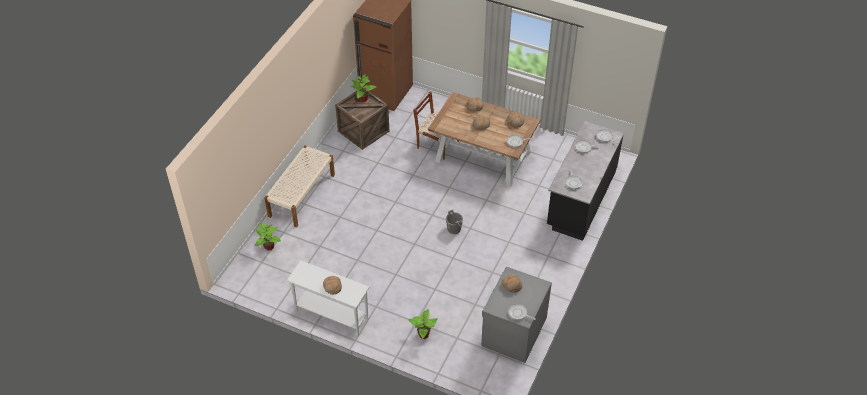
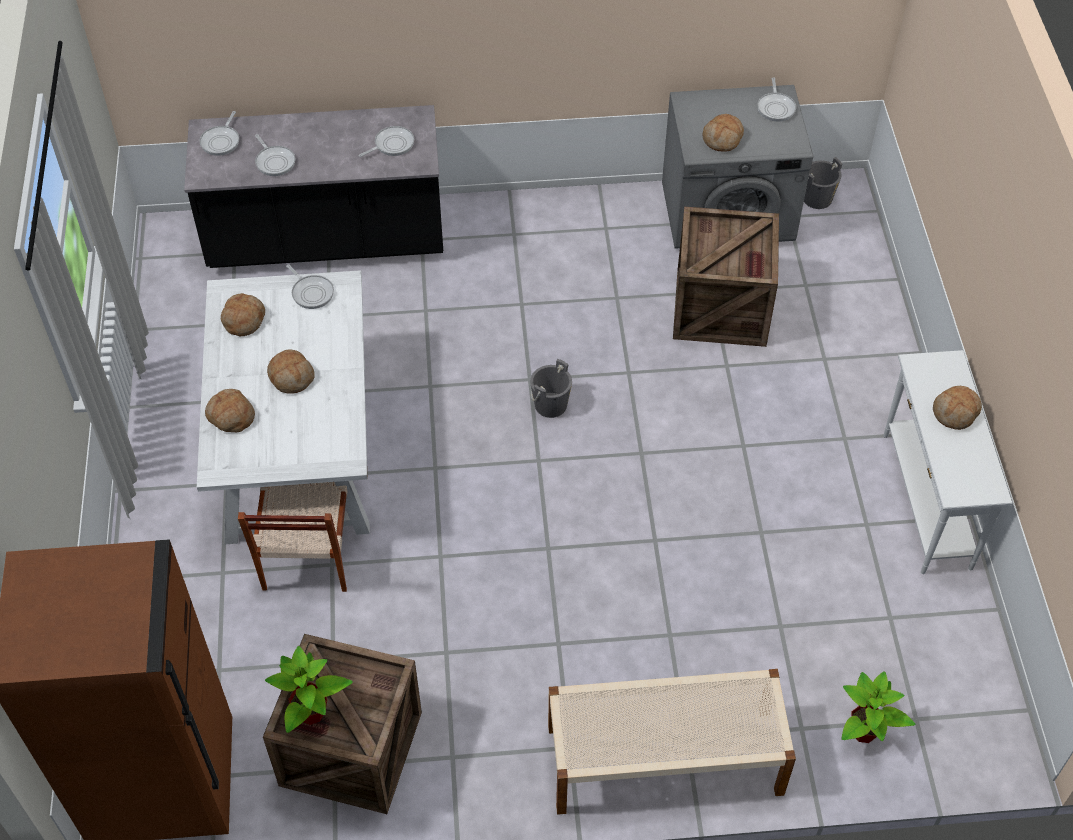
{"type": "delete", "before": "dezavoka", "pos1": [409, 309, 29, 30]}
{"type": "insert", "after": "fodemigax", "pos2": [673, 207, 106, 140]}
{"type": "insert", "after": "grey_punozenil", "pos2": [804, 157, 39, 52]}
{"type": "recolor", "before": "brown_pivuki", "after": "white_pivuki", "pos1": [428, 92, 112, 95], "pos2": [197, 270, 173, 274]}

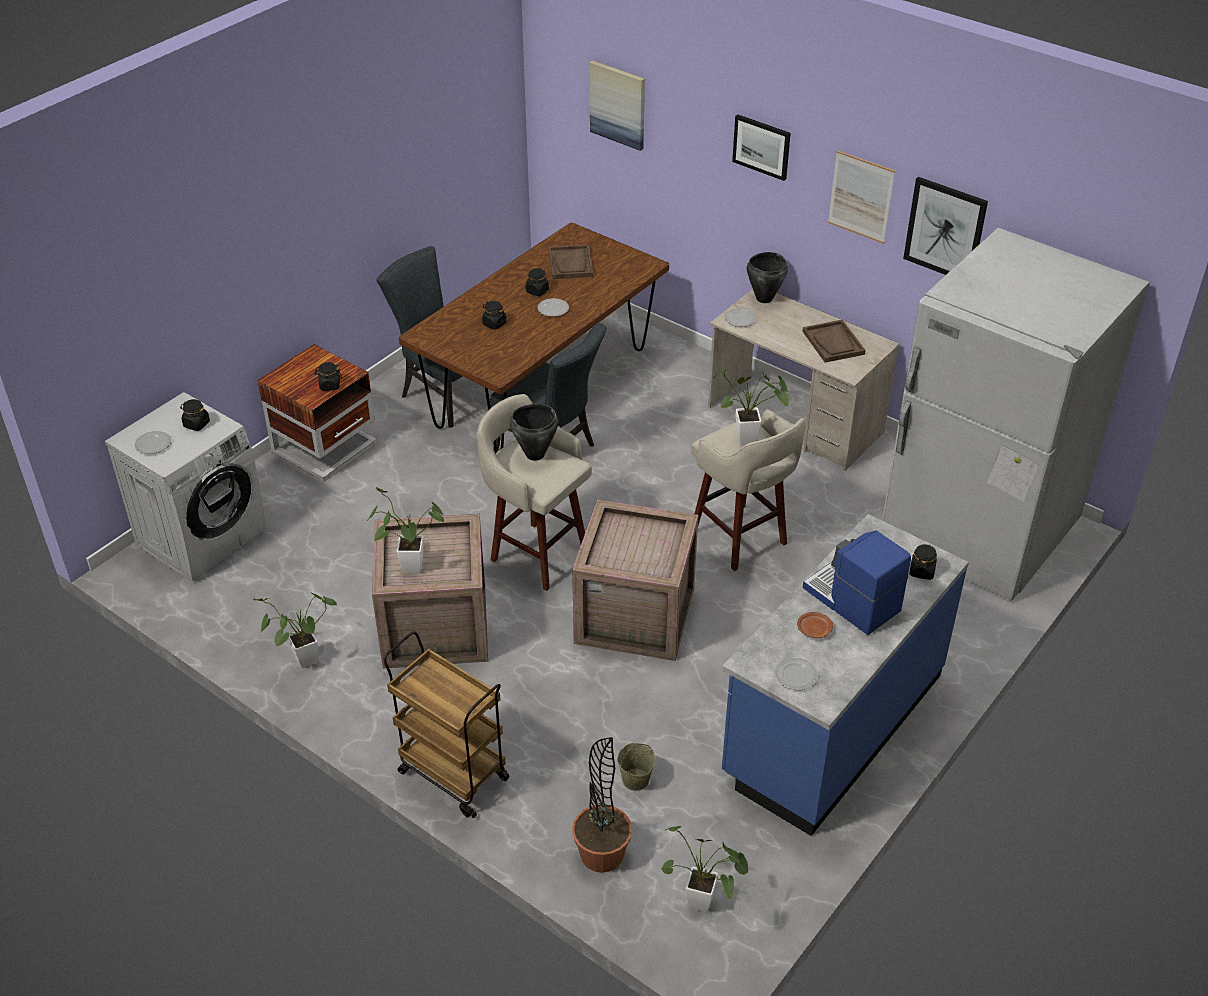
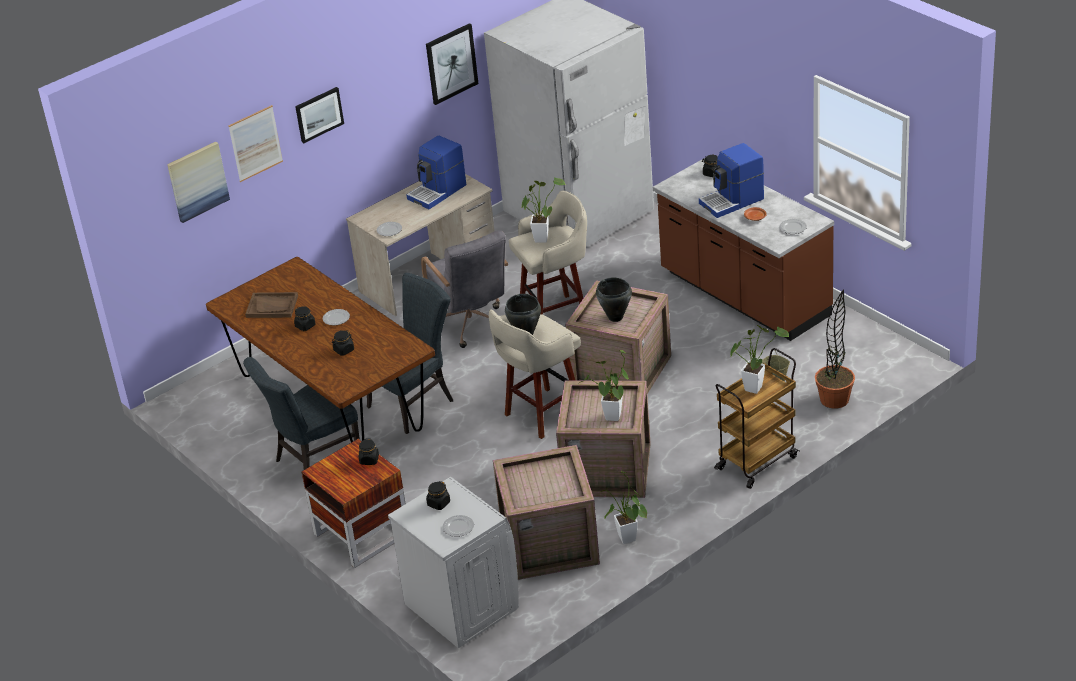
{"type": "insert", "after": "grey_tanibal", "pos2": [421, 230, 87, 118]}
{"type": "insert", "after": "fodemigax", "pos2": [493, 445, 107, 135]}
{"type": "move", "before": "dezavoka", "pos1": [661, 826, 88, 86], "pos2": [730, 325, 59, 69]}
{"type": "move", "before": "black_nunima", "pos1": [747, 252, 41, 51], "pos2": [596, 277, 36, 45]}
{"type": "move", "before": "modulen", "pos1": [828, 150, 67, 94], "pos2": [228, 105, 55, 77]}
{"type": "replace", "before": "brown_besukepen", "after": "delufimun", "pos1": [802, 320, 64, 43], "pos2": [406, 136, 60, 73]}
{"type": "recolor", "before": "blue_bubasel", "after": "brown_bubasel", "pos1": [722, 514, 247, 322], "pos2": [653, 157, 181, 184]}

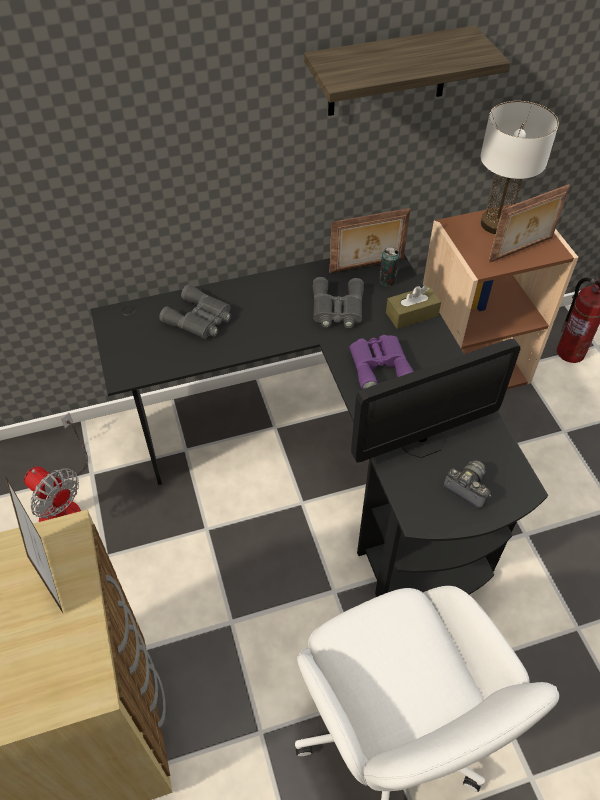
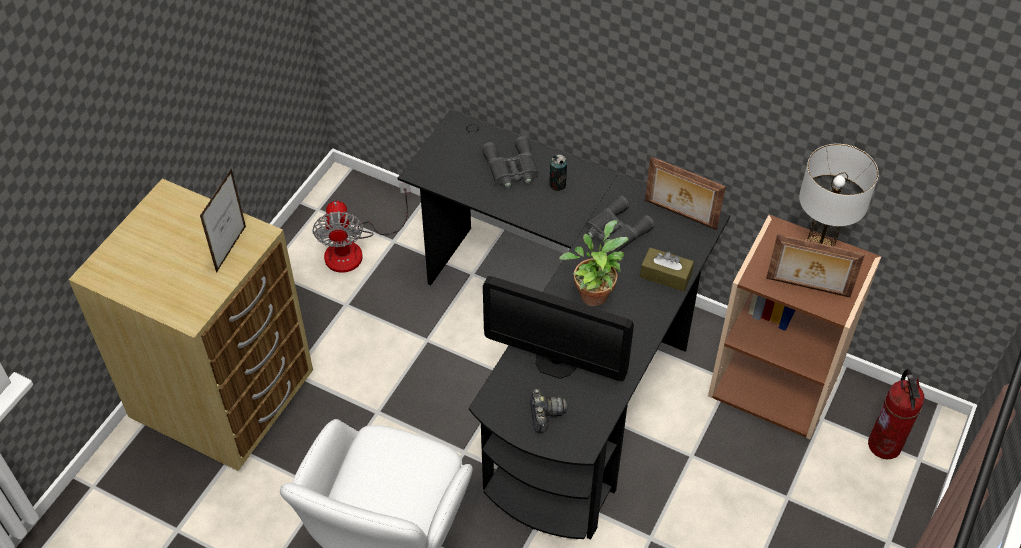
{"type": "delete", "before": "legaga", "pos1": [304, 26, 206, 90]}
{"type": "move", "before": "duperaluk", "pos1": [379, 247, 21, 40], "pos2": [549, 154, 18, 37]}
{"type": "replace", "before": "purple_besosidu", "after": "dezavoka", "pos1": [349, 335, 65, 54], "pos2": [559, 220, 70, 86]}

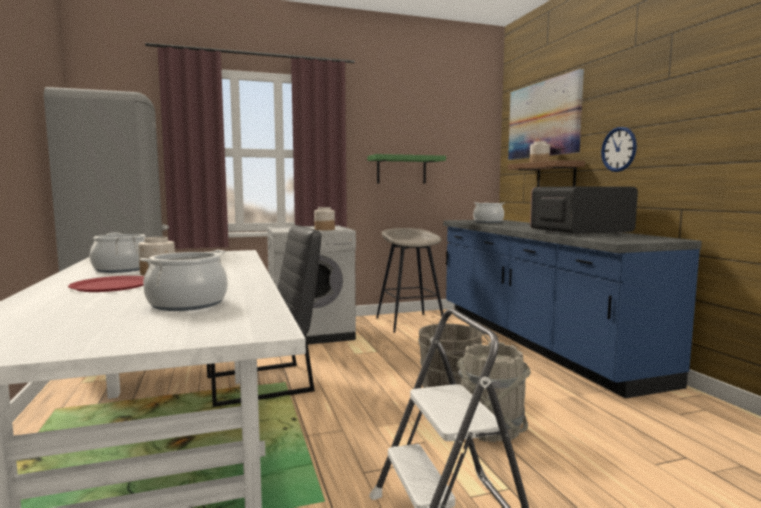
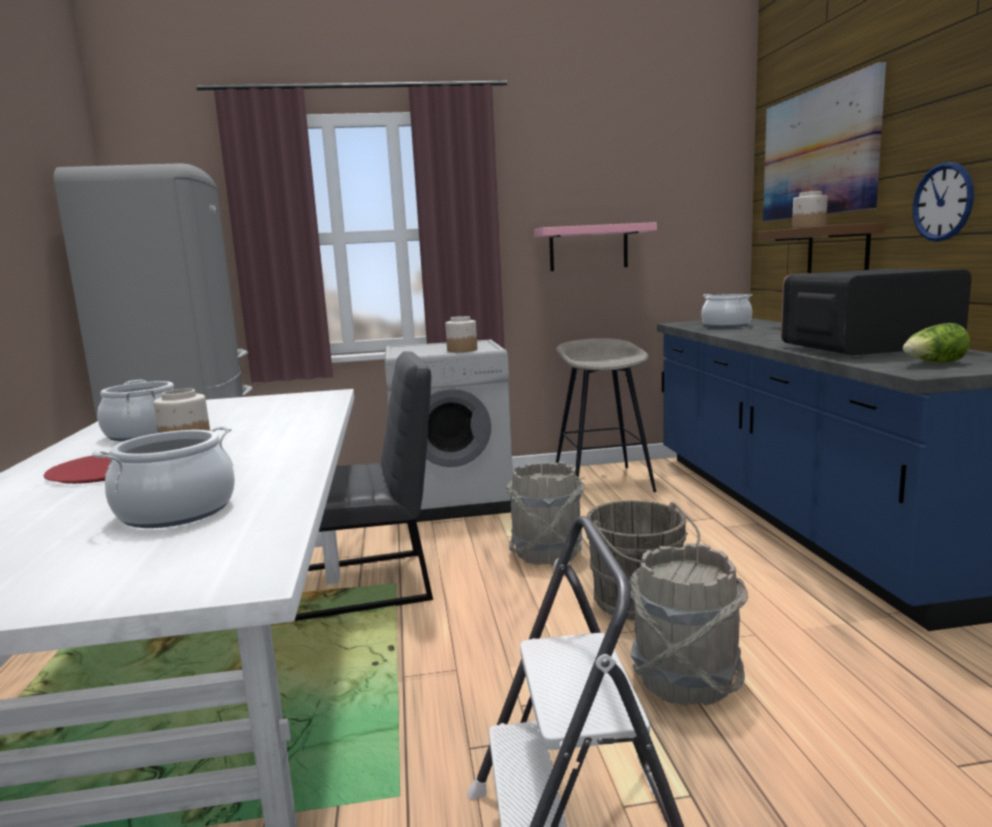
{"type": "insert", "after": "grey_punozenil", "pos2": [505, 462, 79, 103]}
{"type": "insert", "after": "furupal", "pos2": [903, 323, 67, 40]}
{"type": "recolor", "before": "green_legaga", "after": "pink_legaga", "pos1": [367, 154, 79, 30], "pos2": [534, 222, 123, 49]}

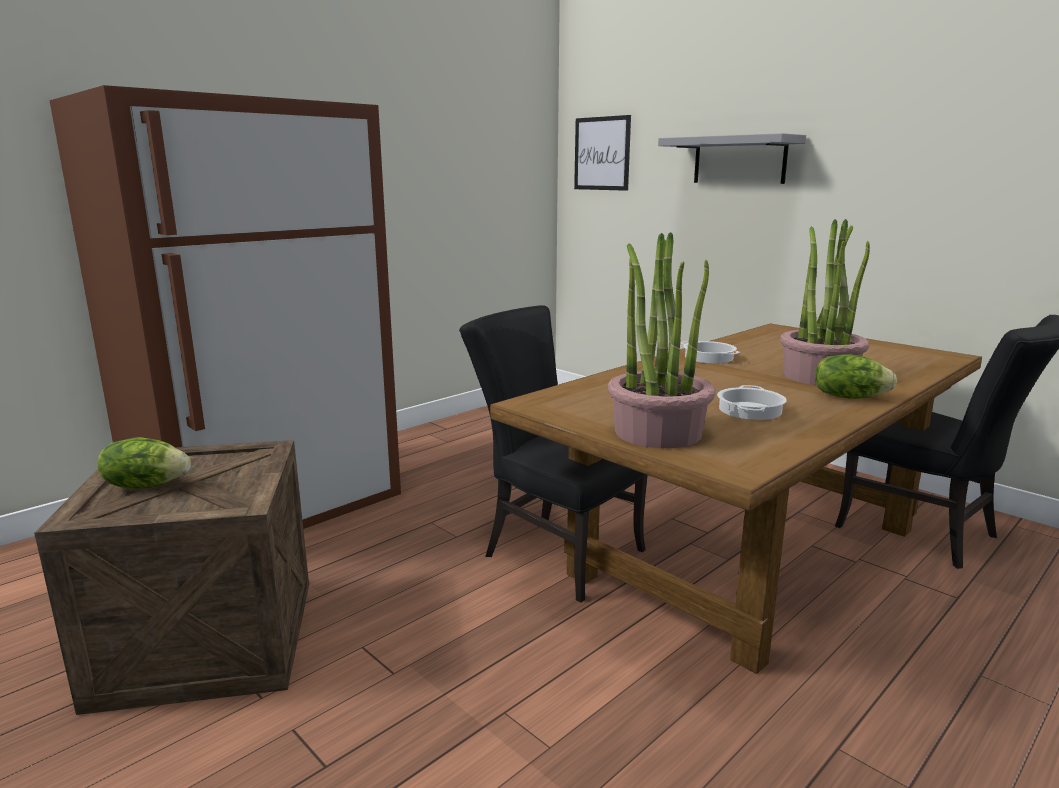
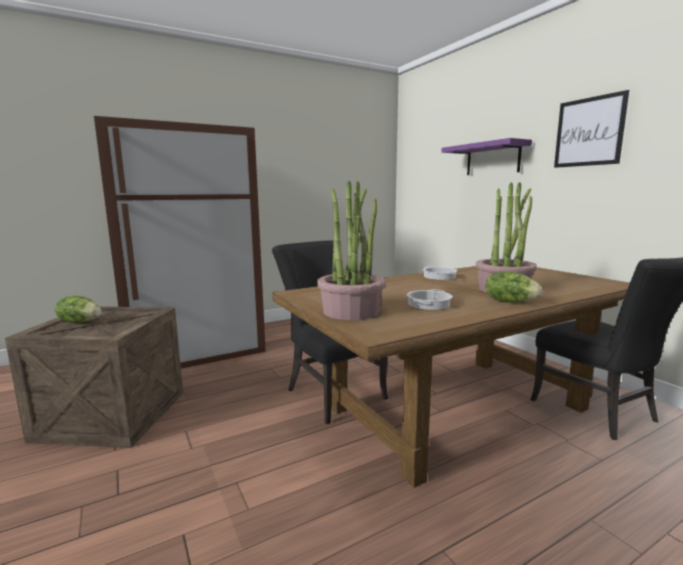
{"type": "move", "before": "modulen", "pos1": [574, 115, 57, 76], "pos2": [554, 90, 75, 78]}
{"type": "recolor", "before": "grey_legaga", "after": "purple_legaga", "pos1": [658, 133, 148, 51], "pos2": [441, 138, 91, 37]}

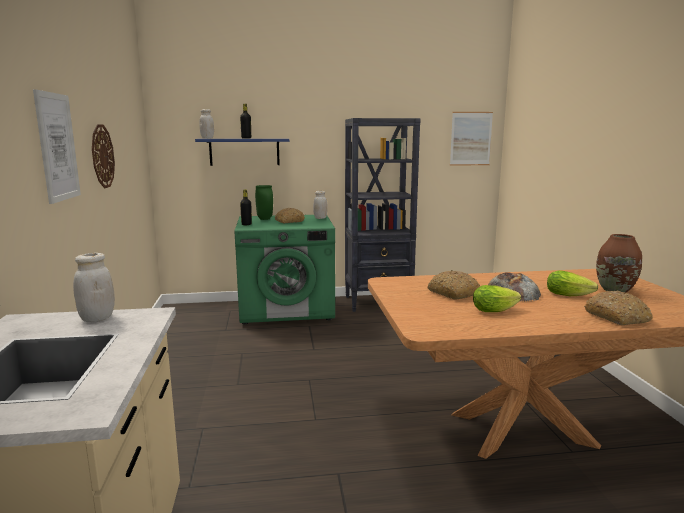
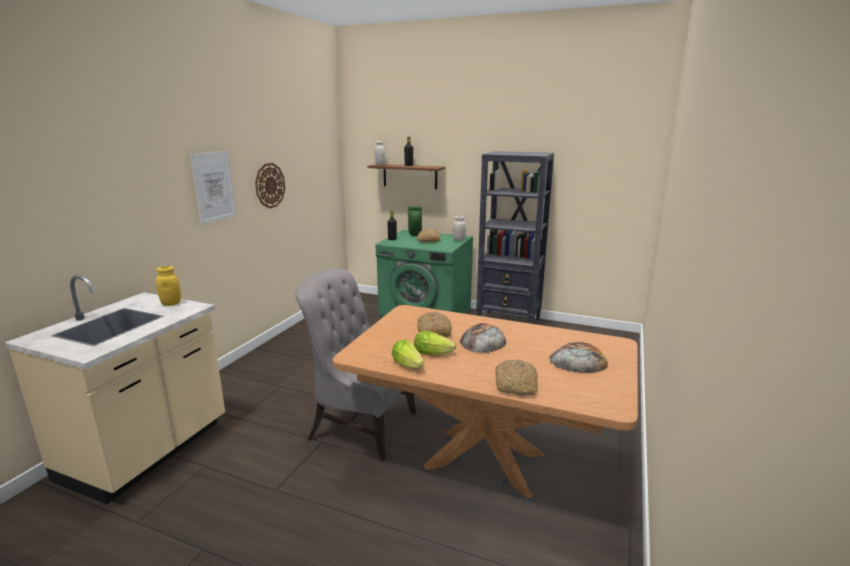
{"type": "delete", "before": "modulen", "pos1": [450, 112, 43, 54]}
{"type": "insert", "after": "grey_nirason", "pos2": [295, 268, 121, 194]}
{"type": "move", "before": "furupal", "pos1": [547, 270, 51, 26], "pos2": [392, 340, 32, 29]}
{"type": "replace", "before": "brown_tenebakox", "after": "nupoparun", "pos1": [596, 234, 46, 58], "pos2": [549, 342, 59, 31]}
{"type": "recolor", "before": "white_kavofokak", "after": "yellow_kavofokak", "pos1": [73, 253, 42, 69], "pos2": [156, 266, 25, 40]}
{"type": "recolor", "before": "blue_legaga", "after": "brown_legaga", "pos1": [195, 139, 94, 27], "pos2": [367, 164, 78, 25]}

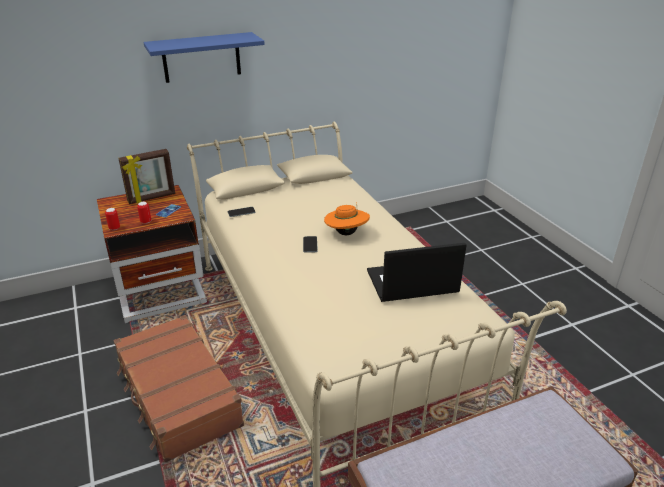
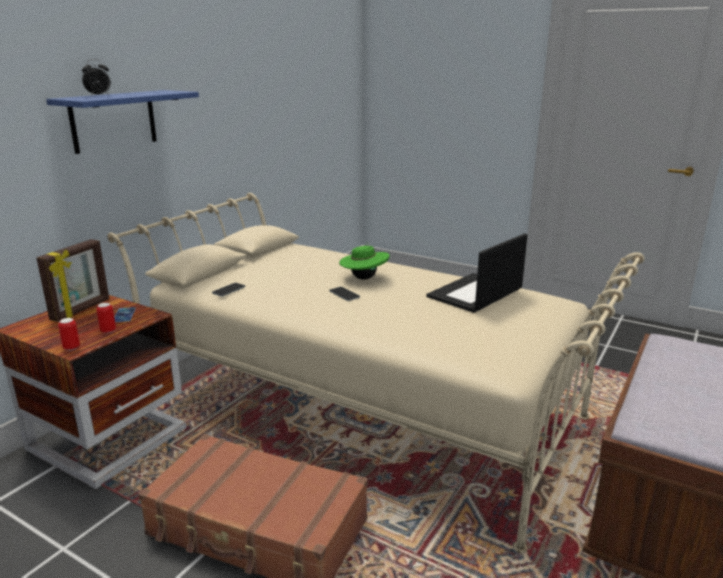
{"type": "insert", "after": "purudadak", "pos2": [82, 59, 29, 37]}
{"type": "recolor", "before": "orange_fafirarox", "after": "green_fafirarox", "pos1": [324, 202, 46, 33], "pos2": [339, 242, 50, 38]}

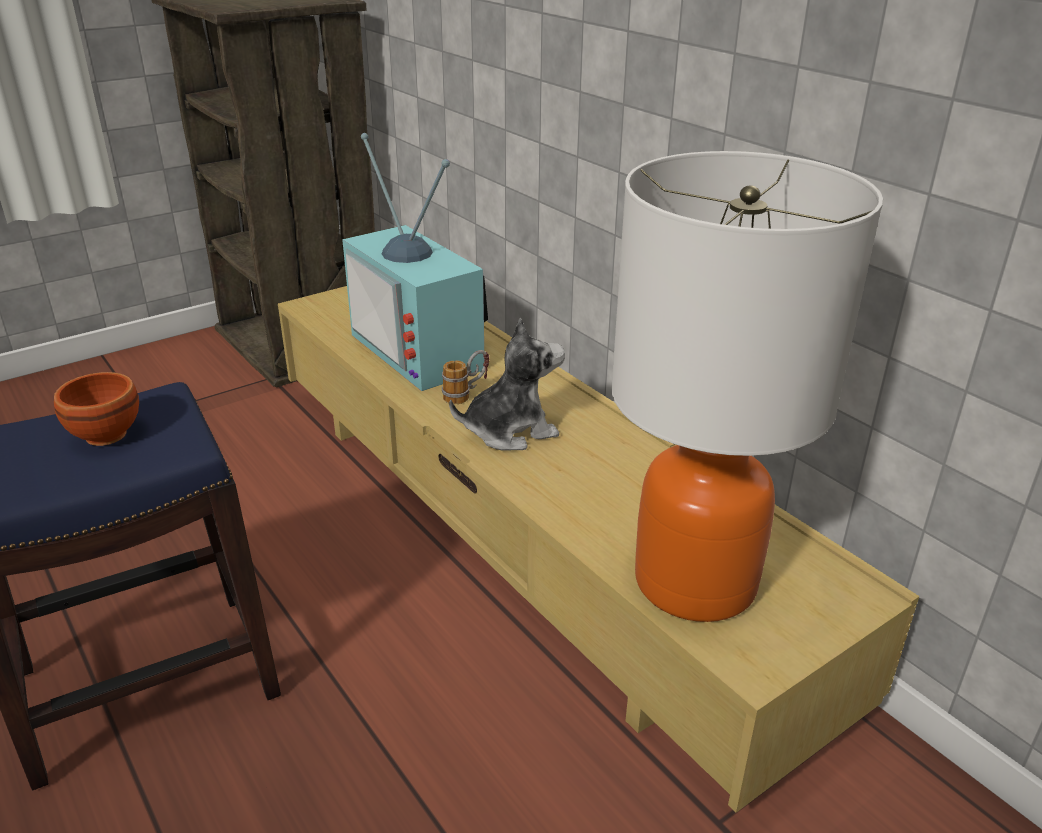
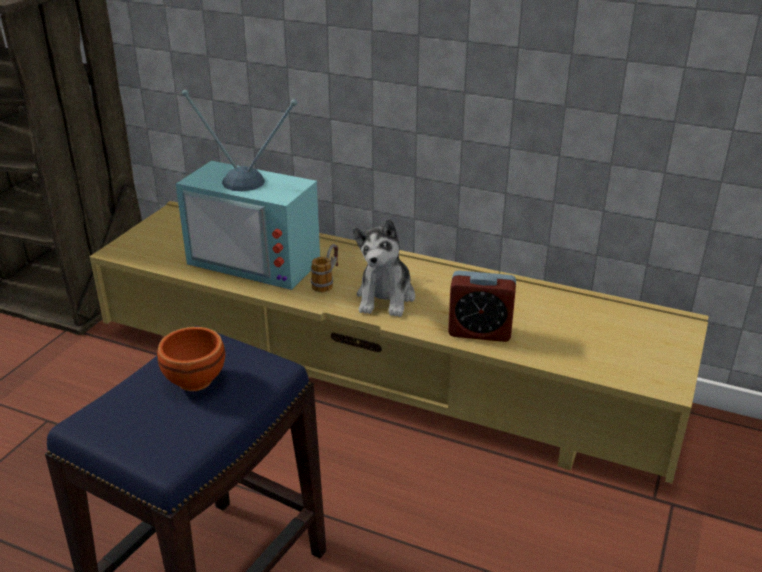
{"type": "delete", "before": "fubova", "pos1": [611, 151, 272, 471]}
{"type": "insert", "after": "purudadak", "pos2": [448, 270, 68, 72]}
{"type": "rotate", "before": "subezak", "pos1": [449, 318, 116, 132], "pos2": [353, 219, 62, 98], "turn": 150}

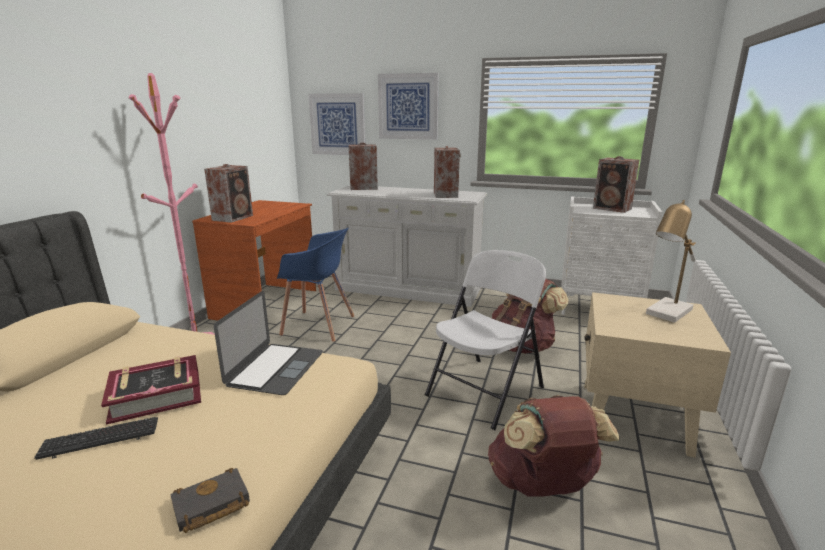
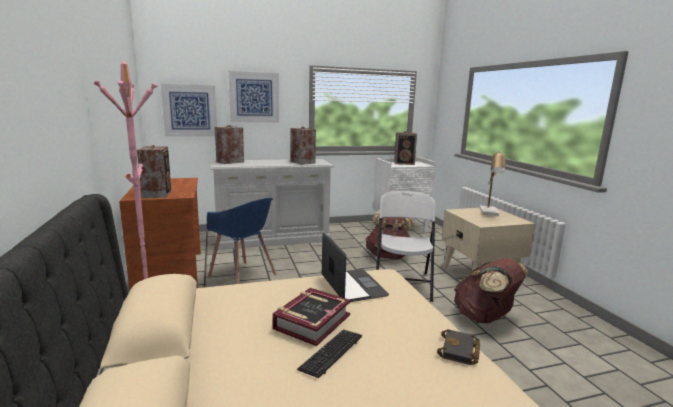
{"type": "rotate", "before": "blue_nirason", "pos1": [277, 228, 77, 114], "pos2": [207, 198, 70, 86], "turn": 60}

